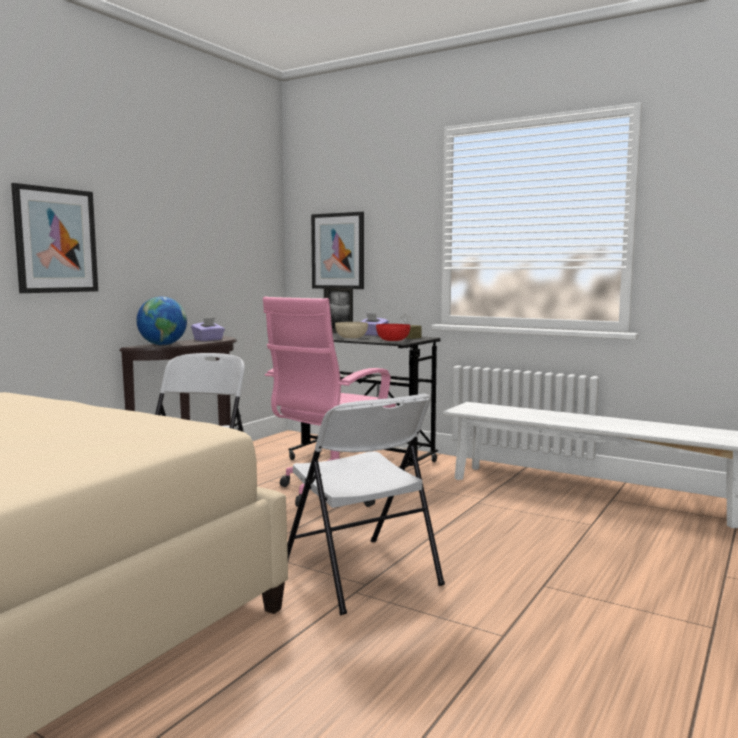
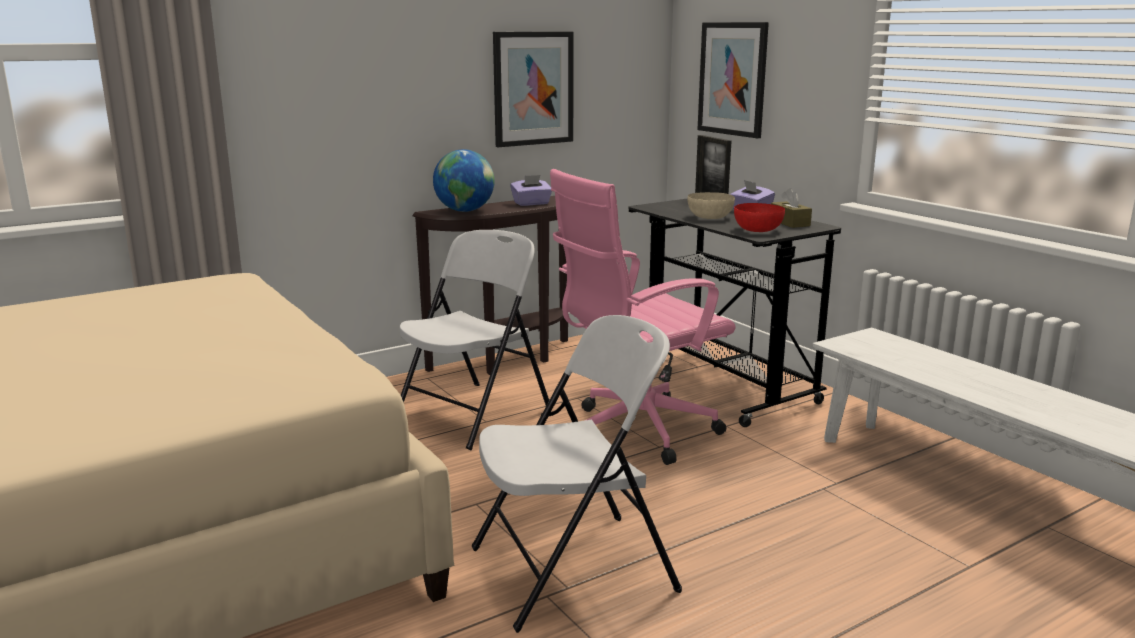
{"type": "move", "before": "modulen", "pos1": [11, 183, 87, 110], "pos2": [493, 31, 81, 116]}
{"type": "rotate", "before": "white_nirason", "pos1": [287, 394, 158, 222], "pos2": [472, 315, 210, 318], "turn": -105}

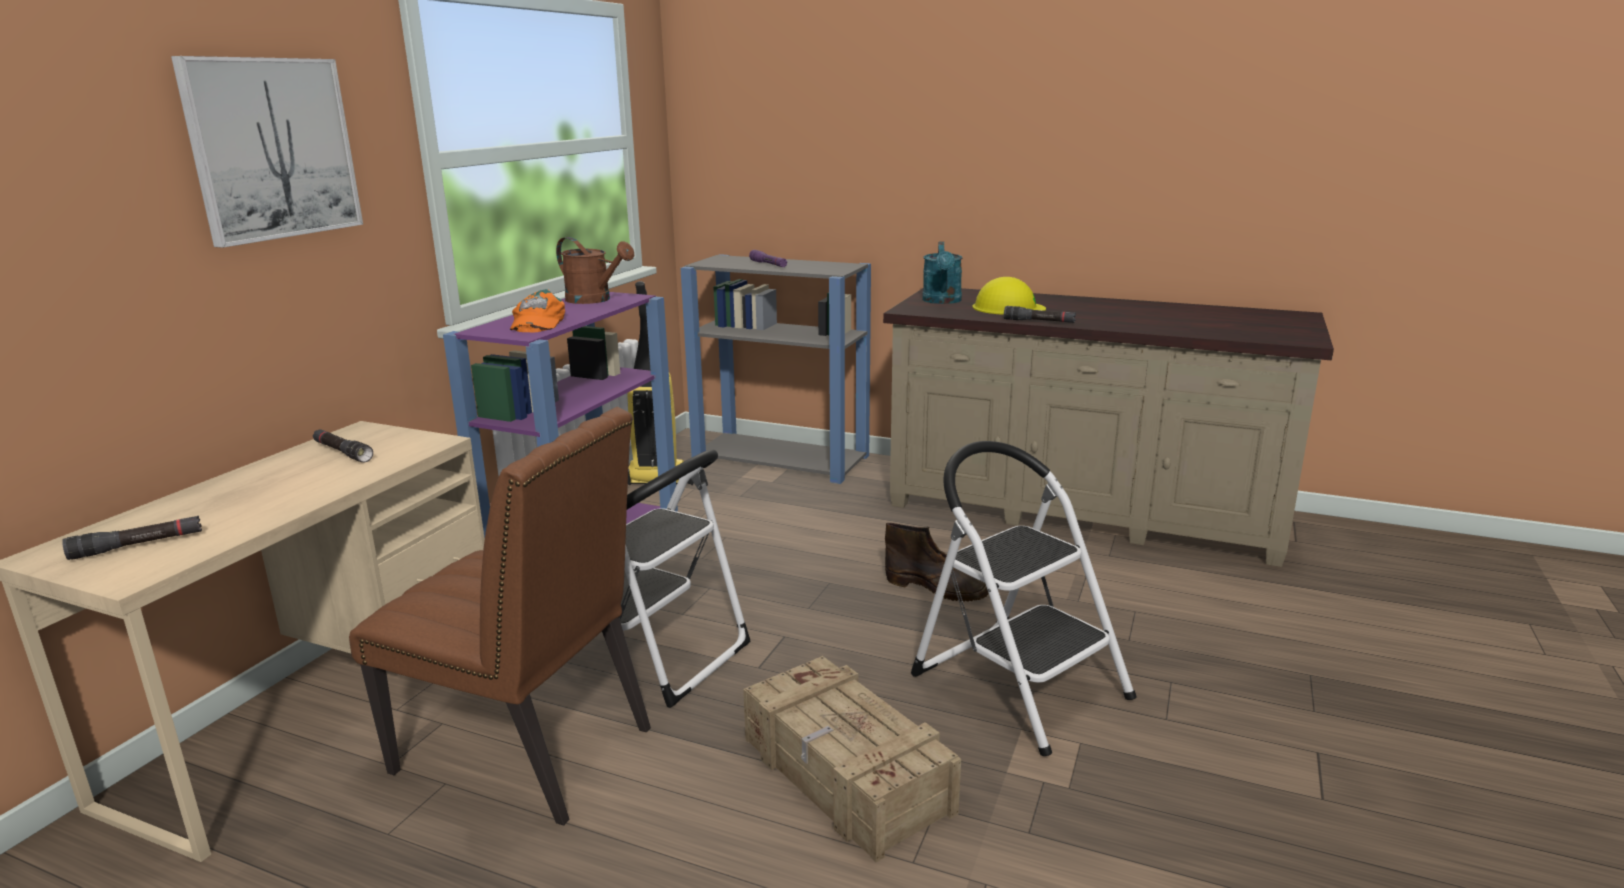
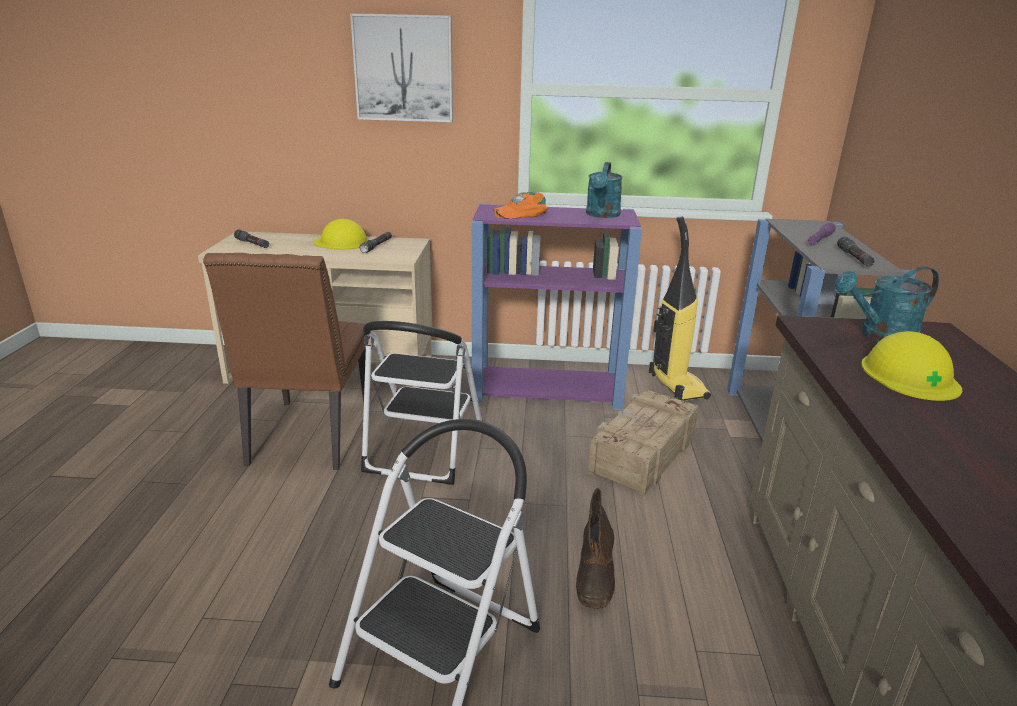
{"type": "insert", "after": "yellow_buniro", "pos2": [313, 219, 55, 31]}
{"type": "move", "before": "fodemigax", "pos1": [743, 656, 218, 206], "pos2": [588, 390, 111, 106]}
{"type": "move", "before": "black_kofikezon", "pos1": [1004, 306, 72, 17], "pos2": [837, 237, 38, 30]}
{"type": "recolor", "before": "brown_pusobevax", "after": "turquoise_pusobevax", "pos1": [556, 237, 78, 67], "pos2": [586, 162, 37, 56]}

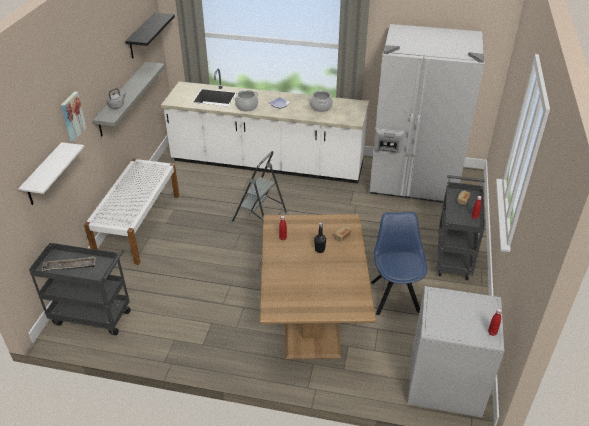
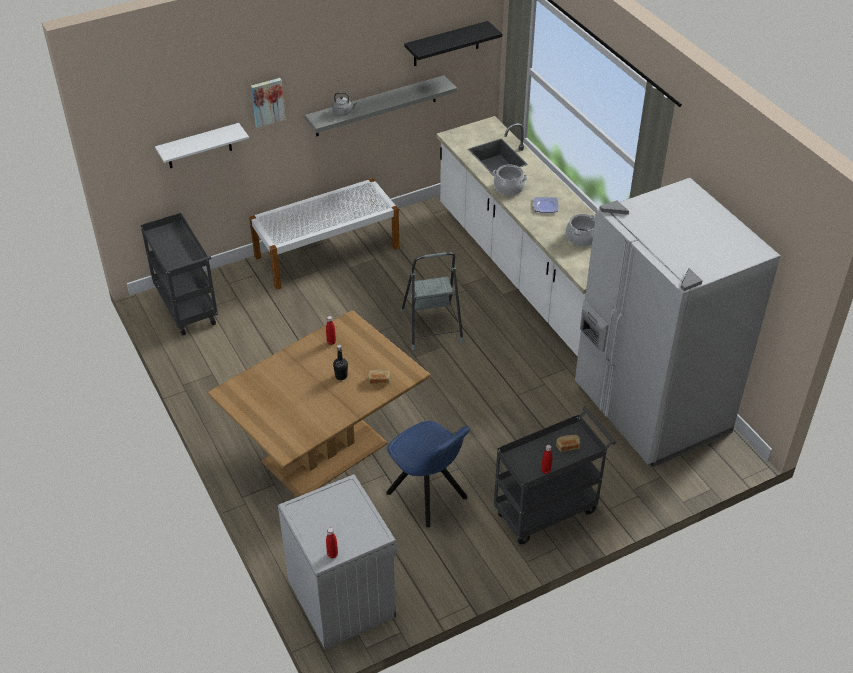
{"type": "delete", "before": "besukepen", "pos1": [42, 256, 54, 15]}
{"type": "rotate", "before": "blue_nirason", "pos1": [371, 212, 57, 103], "pos2": [386, 421, 84, 106], "turn": 90}

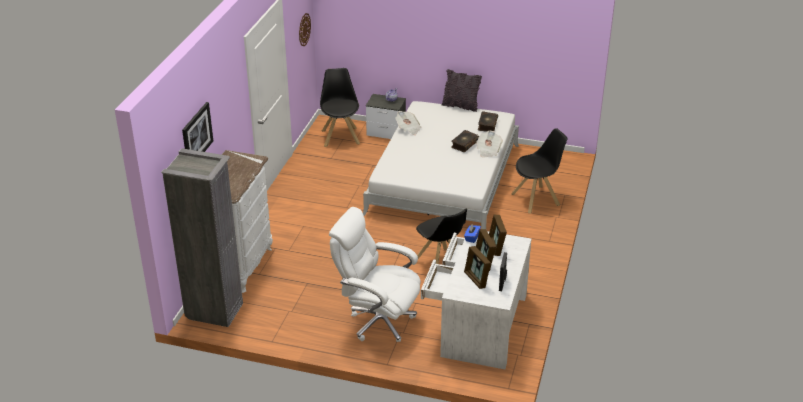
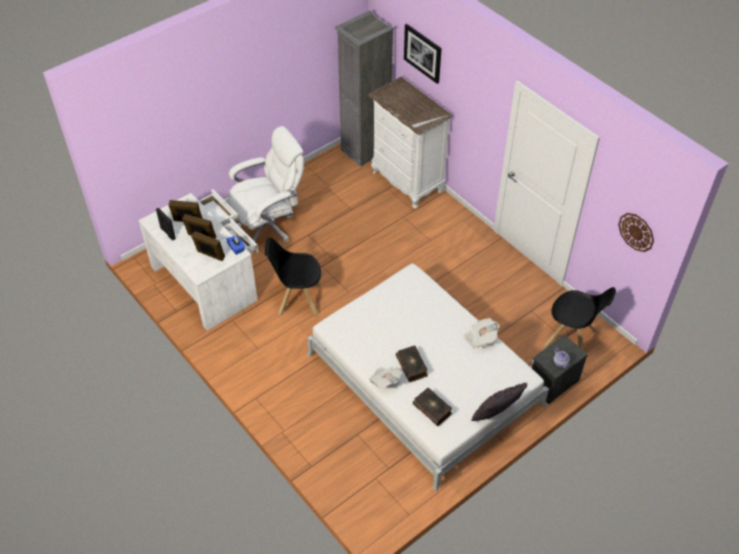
{"type": "delete", "before": "black_nirason", "pos1": [511, 128, 56, 86]}

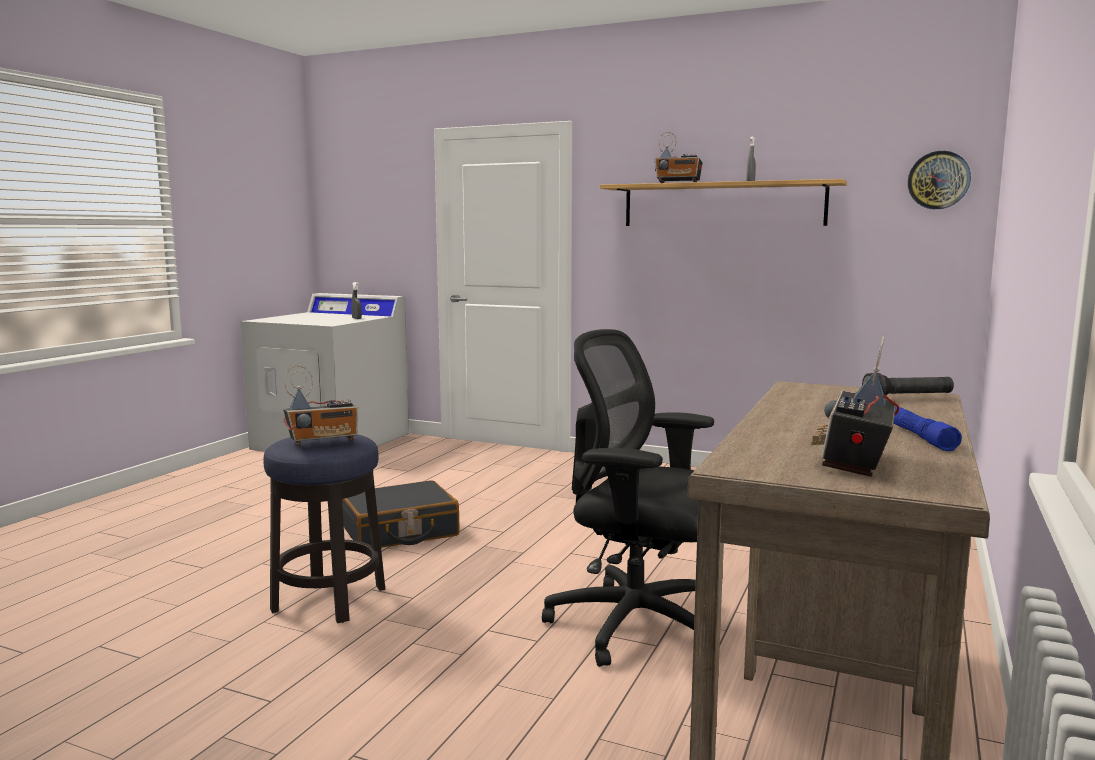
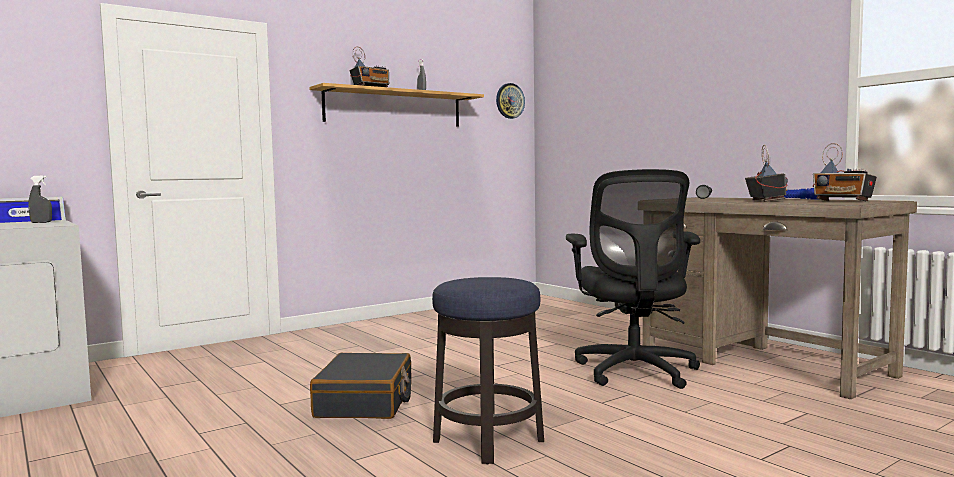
{"type": "move", "before": "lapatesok", "pos1": [283, 365, 75, 81], "pos2": [745, 145, 43, 57]}
{"type": "rotate", "before": "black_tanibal", "pos1": [542, 329, 172, 338], "pos2": [566, 169, 134, 220], "turn": -60}

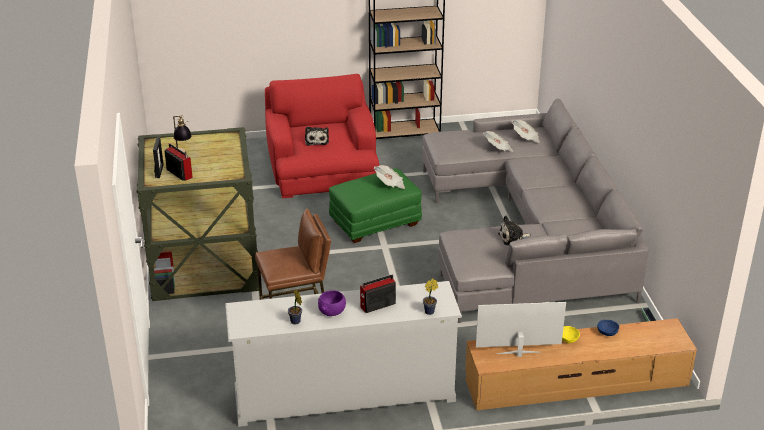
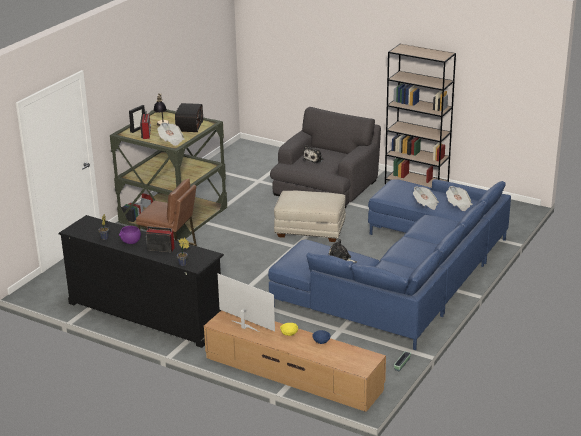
{"type": "insert", "after": "lapatesok", "pos2": [175, 103, 28, 29]}
{"type": "move", "before": "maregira", "pos1": [374, 165, 31, 24], "pos2": [157, 122, 27, 24]}
{"type": "recolor", "before": "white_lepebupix", "after": "black_lepebupix", "pos1": [225, 281, 237, 146], "pos2": [58, 215, 166, 133]}
{"type": "recolor", "before": "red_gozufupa", "after": "grey_gozufupa", "pos1": [265, 74, 114, 124], "pos2": [270, 107, 111, 101]}
{"type": "recolor", "before": "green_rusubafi", "after": "beige_rusubafi", "pos1": [329, 169, 93, 74], "pos2": [274, 191, 72, 51]}
{"type": "recolor", "before": "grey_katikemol", "after": "blue_katikemol", "pos1": [422, 99, 227, 224], "pos2": [268, 179, 243, 171]}

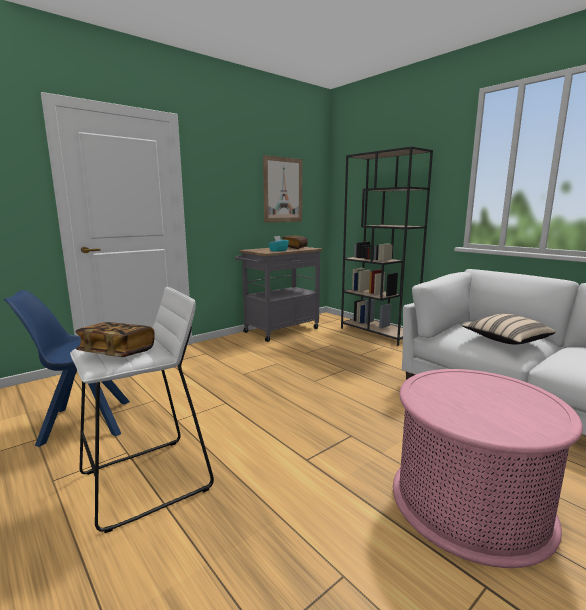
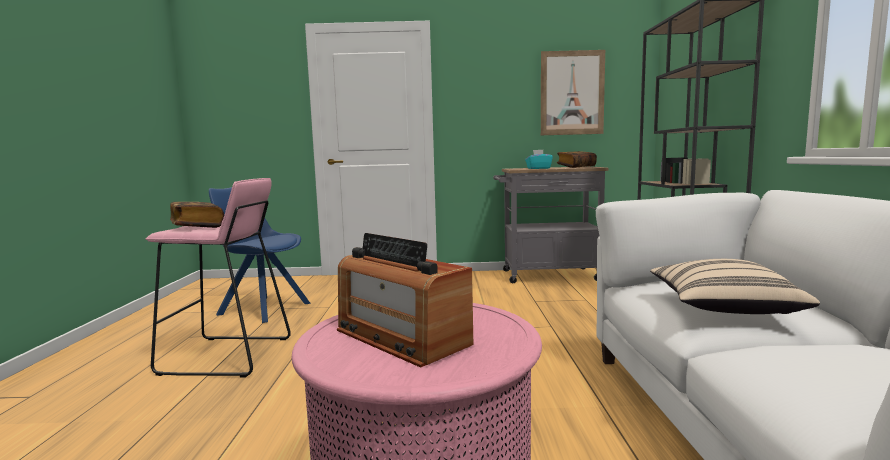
{"type": "insert", "after": "lapatesok", "pos2": [337, 233, 136, 135]}
{"type": "recolor", "before": "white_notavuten", "after": "pink_notavuten", "pos1": [70, 287, 144, 246], "pos2": [146, 178, 145, 199]}

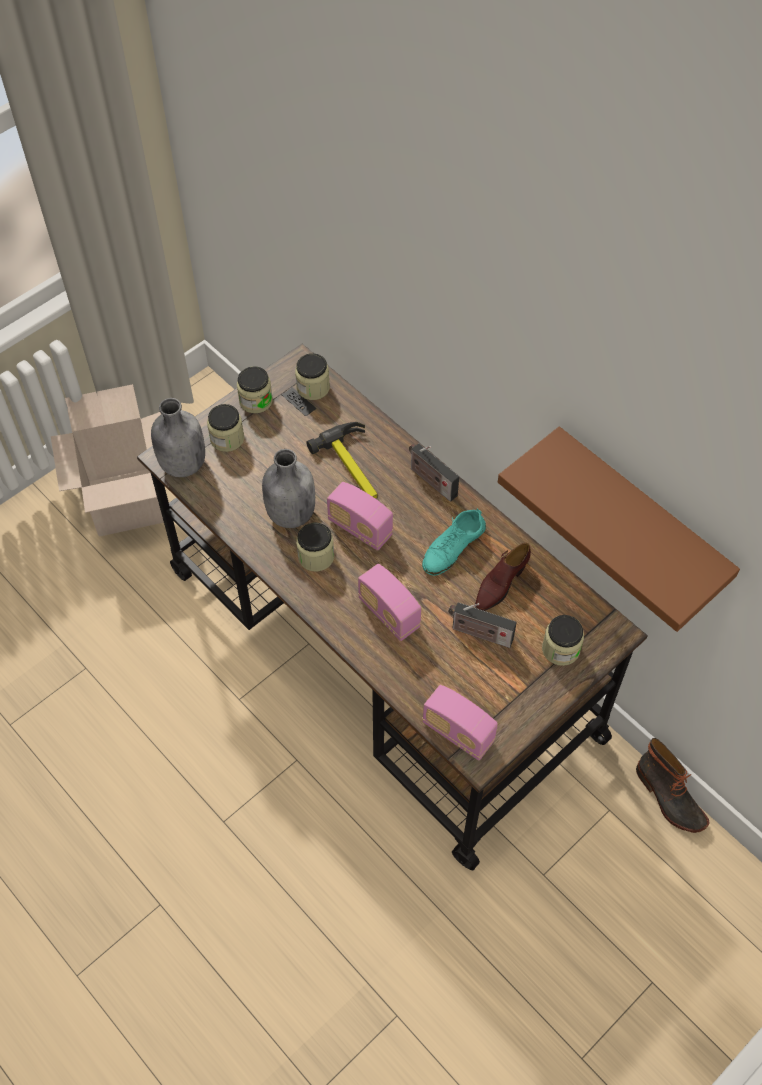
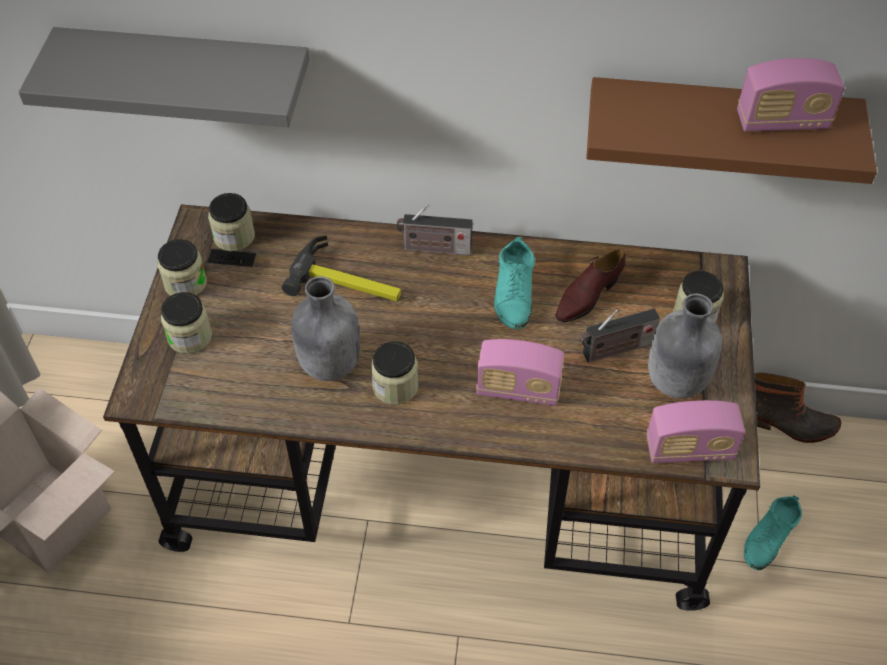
{"type": "insert", "after": "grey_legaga", "pos2": [19, 27, 290, 100]}
{"type": "insert", "after": "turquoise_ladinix", "pos2": [744, 495, 58, 75]}
{"type": "move", "before": "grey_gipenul", "pos1": [151, 398, 54, 79], "pos2": [648, 294, 74, 104]}
{"type": "move", "before": "lapatesok", "pos1": [327, 482, 66, 69], "pos2": [737, 58, 108, 74]}
{"type": "rotate", "before": "brown_ladinix", "pos1": [475, 543, 56, 68], "pos2": [555, 248, 70, 74], "turn": 45}

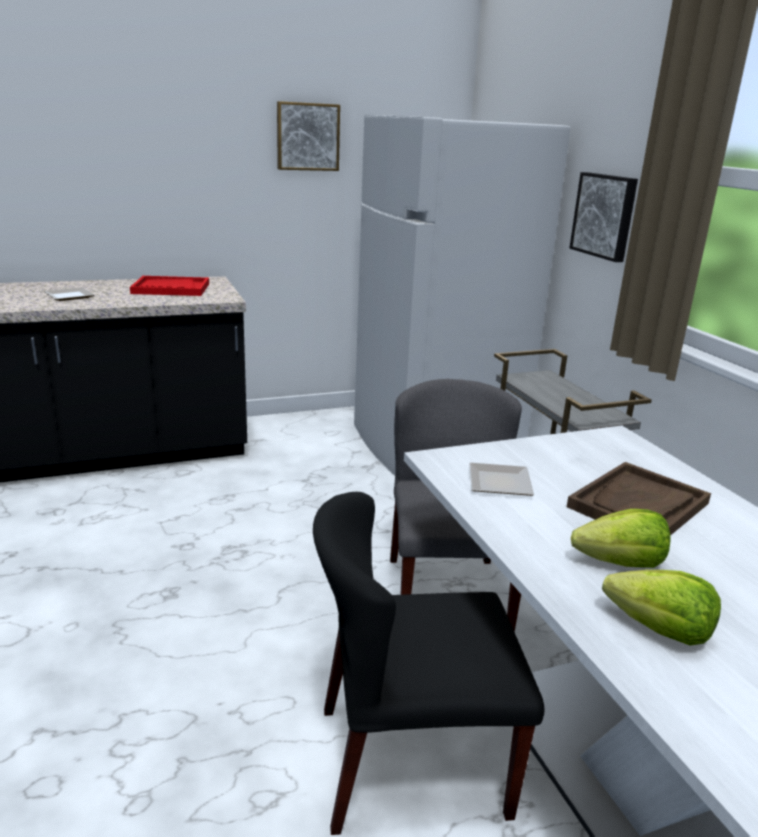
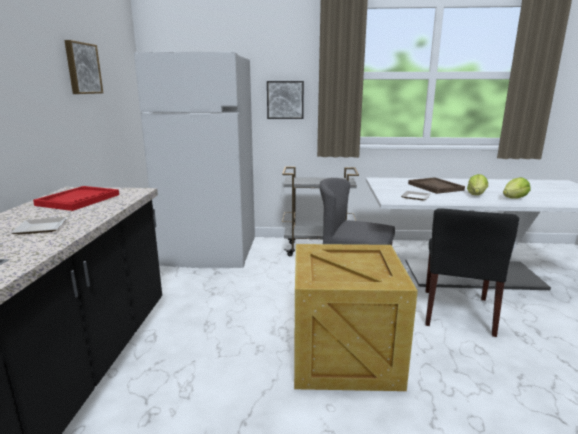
{"type": "insert", "after": "fodemigax", "pos2": [294, 244, 124, 147]}

